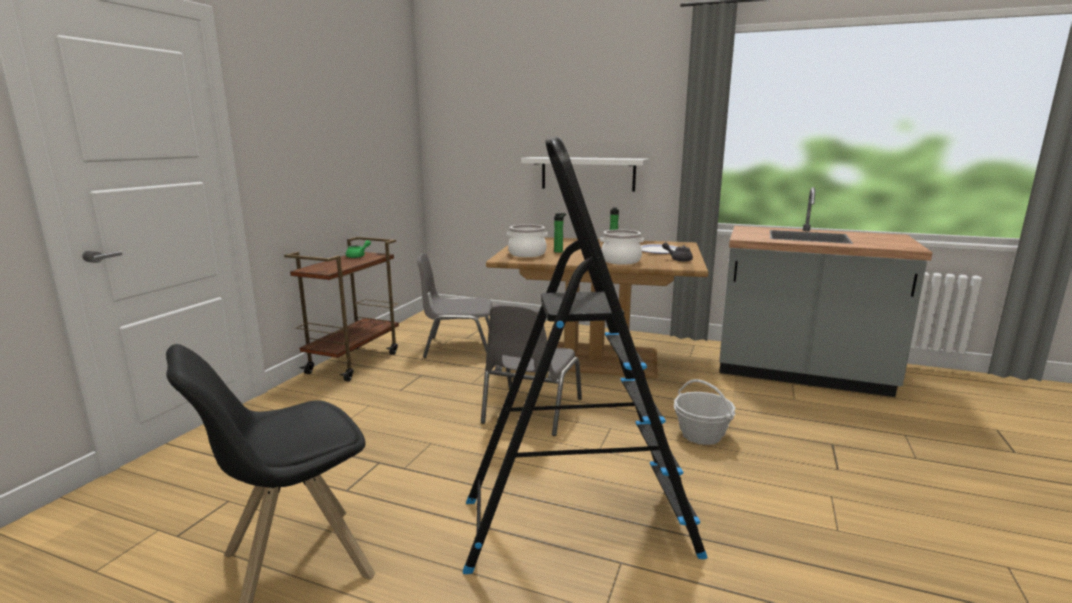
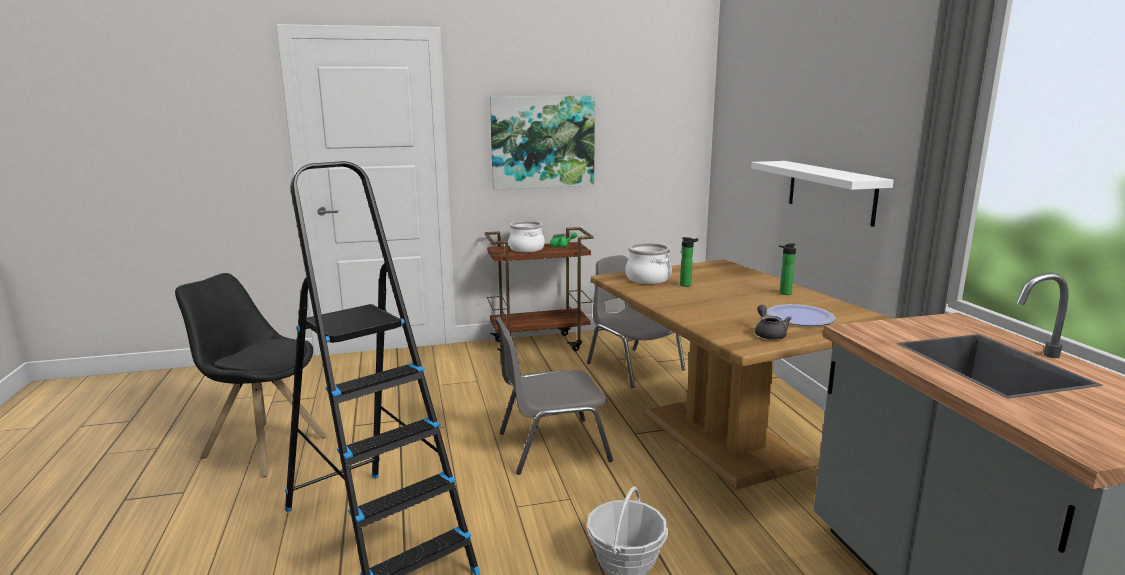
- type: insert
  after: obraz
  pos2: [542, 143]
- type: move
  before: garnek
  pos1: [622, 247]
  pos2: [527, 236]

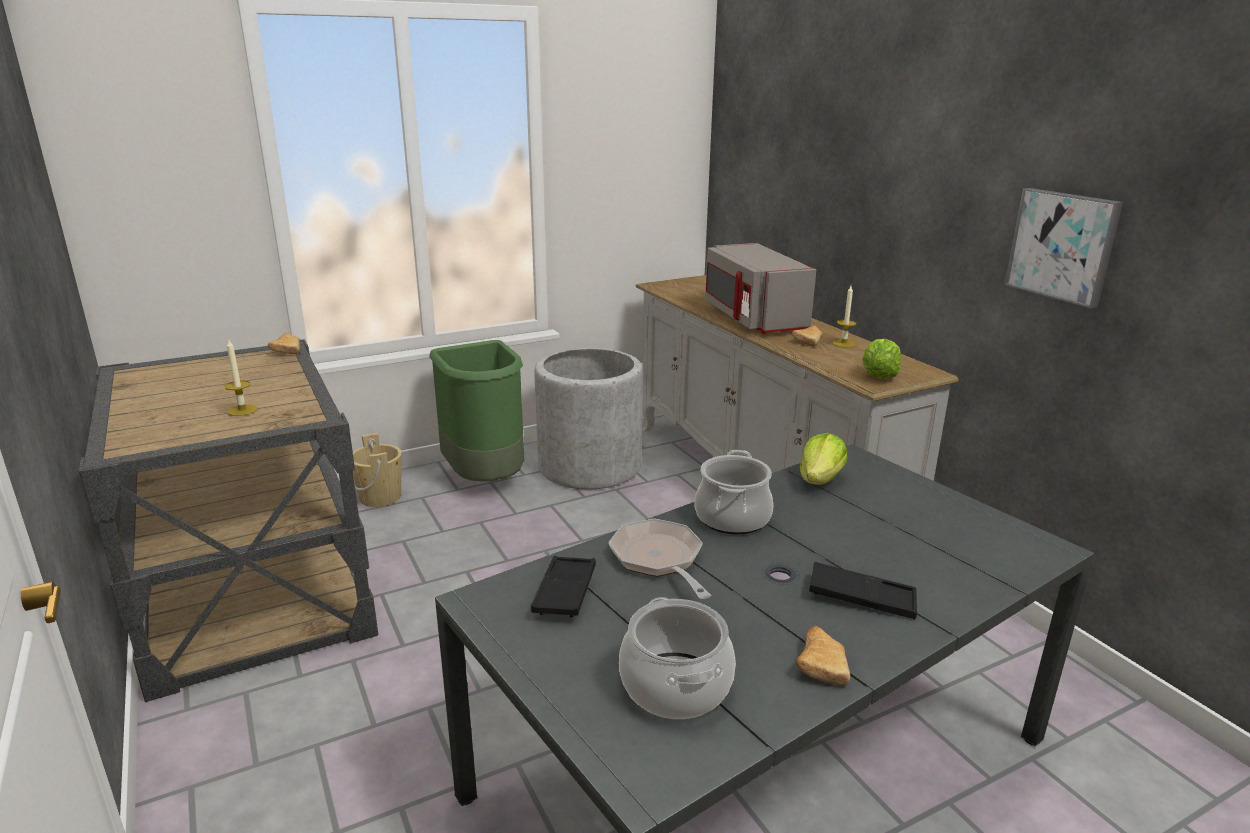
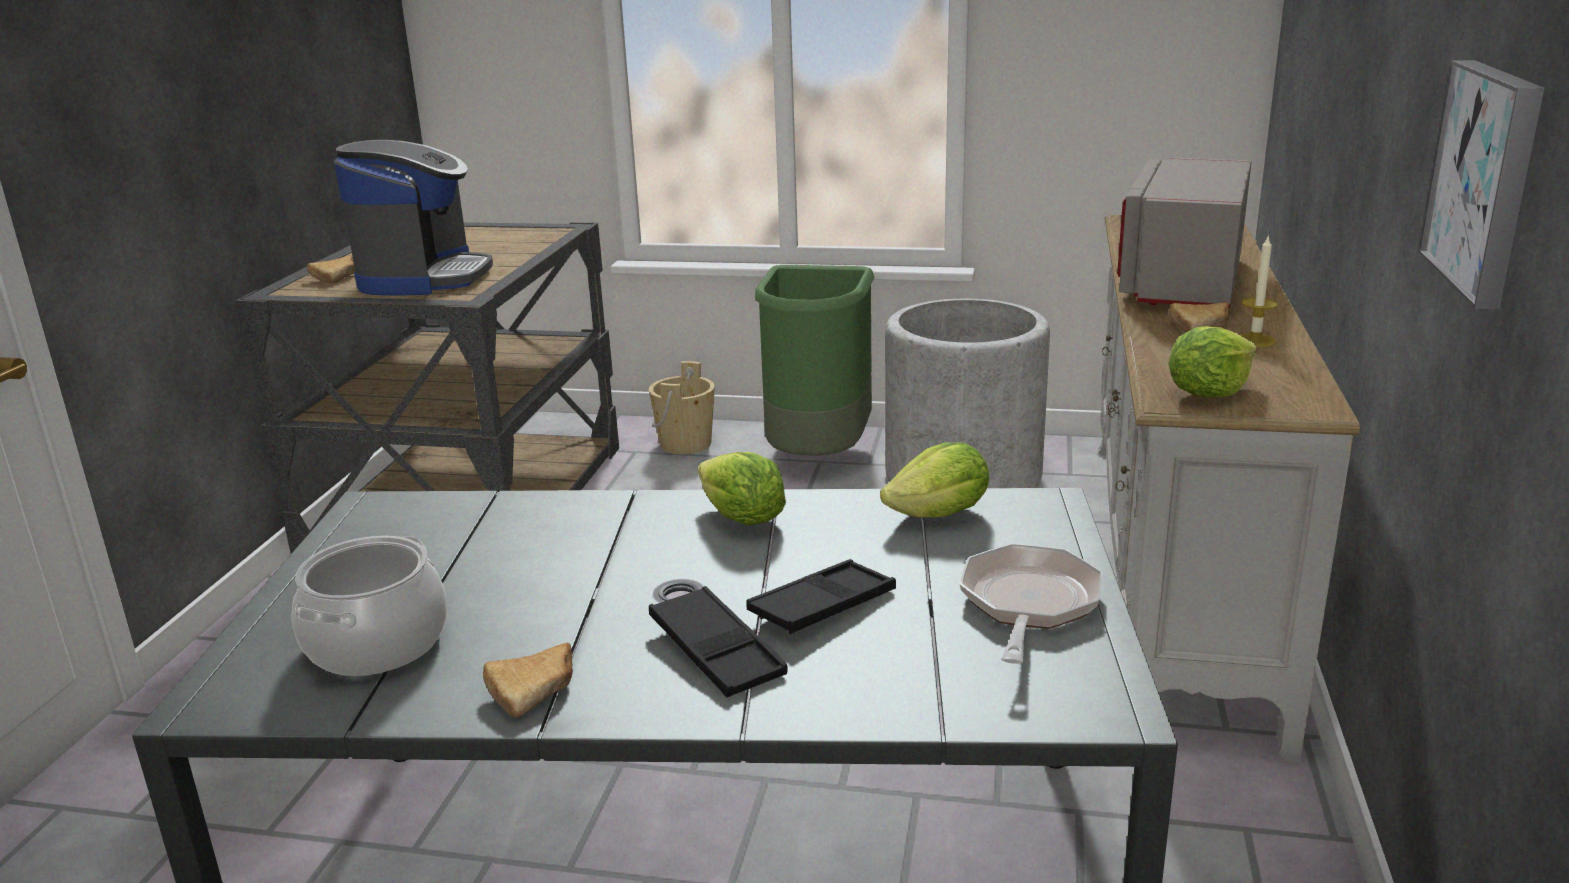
- type: move
  before: chleb
  pos1: [284, 343]
  pos2: [331, 269]
- type: replace
  before: świeca
  after: ekspres do kawy
  pos1: [241, 377]
  pos2: [413, 218]
- type: replace
  before: garnek
  after: sałata
  pos1: [734, 492]
  pos2: [742, 489]
- type: move
  before: taca [czarny]
  pos1: [563, 587]
  pos2: [821, 596]
- type: move
  before: patelnia
  pos1: [659, 559]
  pos2: [1031, 604]

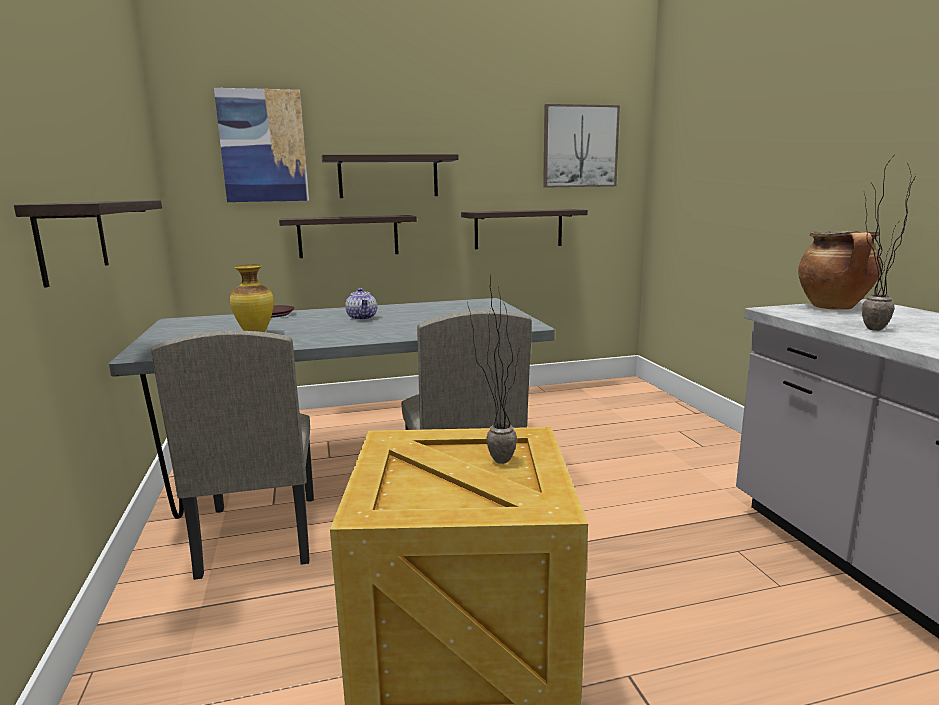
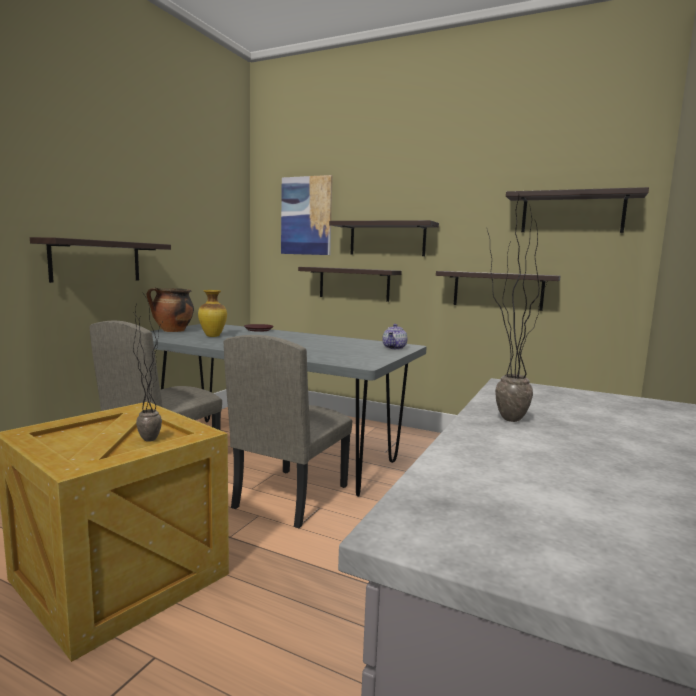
- type: move
  before: garnek
  pos1: [839, 270]
  pos2: [170, 310]
- type: move
  before: imbryk
  pos1: [361, 304]
  pos2: [395, 336]
- type: replace
  before: obraz
  after: półka
  pos1: [581, 146]
  pos2: [577, 210]

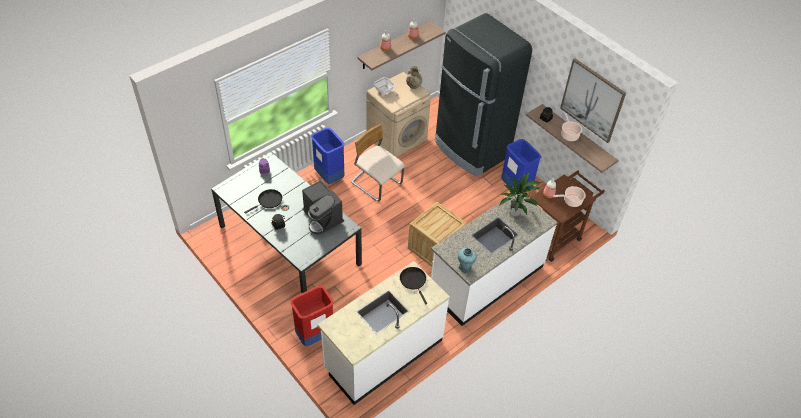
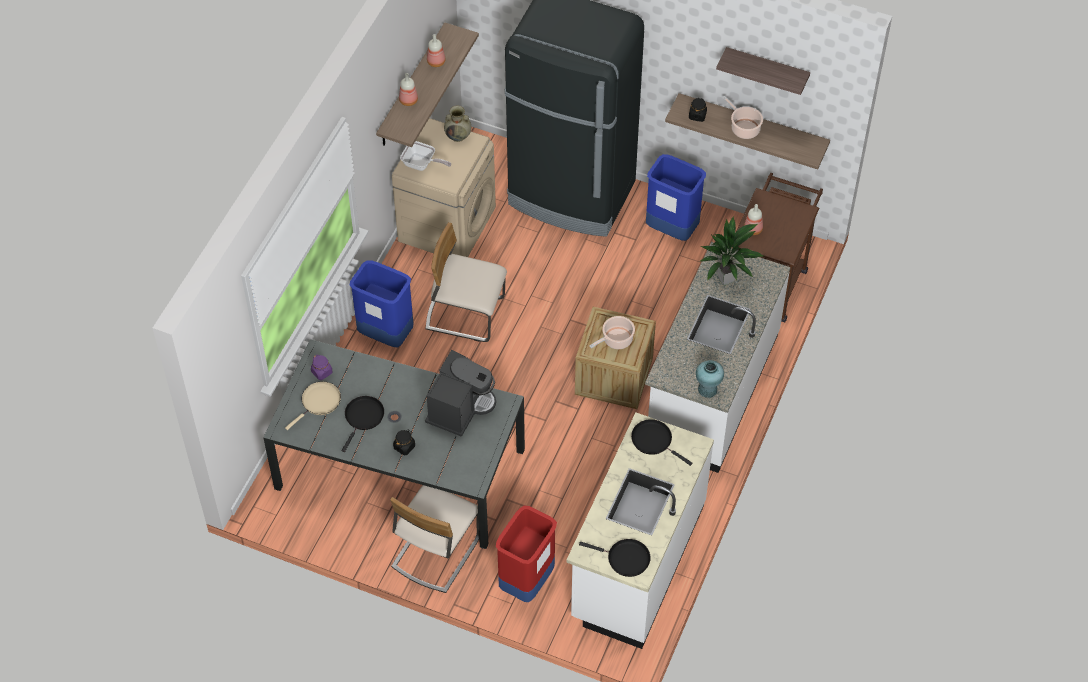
- type: insert
  after: patelnia [beżowy]
  pos2: [313, 405]
- type: insert
  after: krzesło [beżowy]
  pos2: [434, 539]
- type: rotate
  before: ekspres do kawy
  pos1: [323, 207]
  pos2: [460, 393]
  turn: -90
- type: insert
  after: patelnia [czarny]
  pos2: [615, 558]
- type: move
  before: garnek
  pos1: [569, 196]
  pos2: [612, 332]
- type: replace
  before: obraz
  after: półka
  pos1: [593, 100]
  pos2: [763, 71]

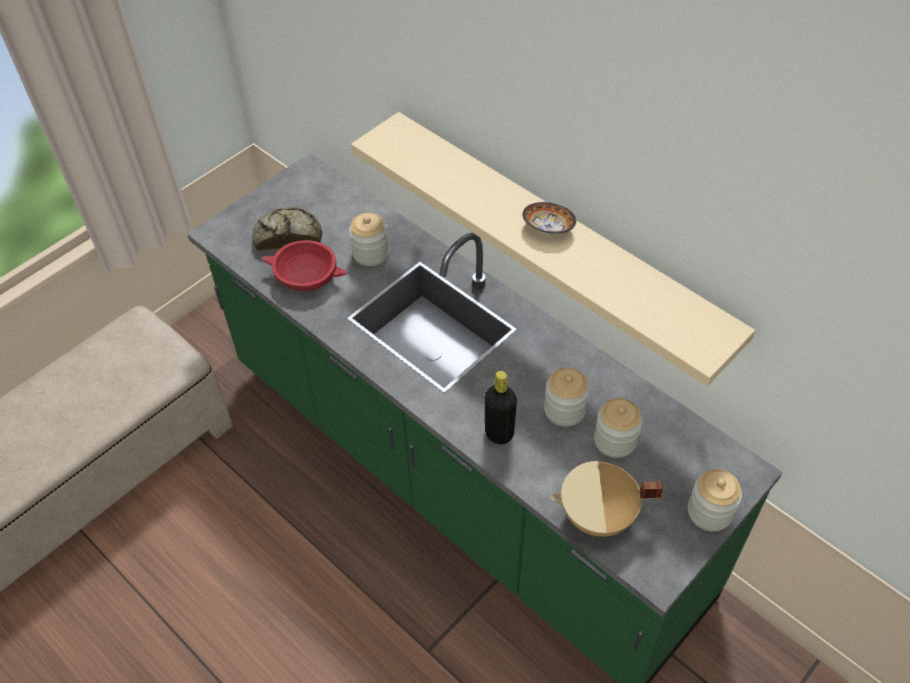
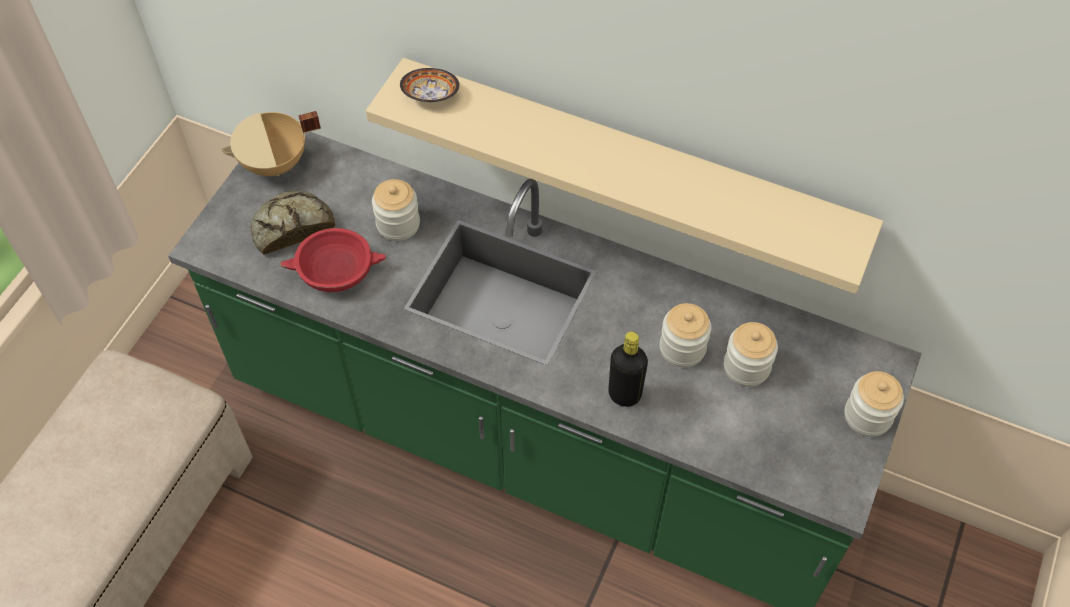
- type: move
  before: garnek [beżowy]
  pos1: [606, 499]
  pos2: [271, 143]
- type: move
  before: miska
  pos1: [549, 218]
  pos2: [429, 85]

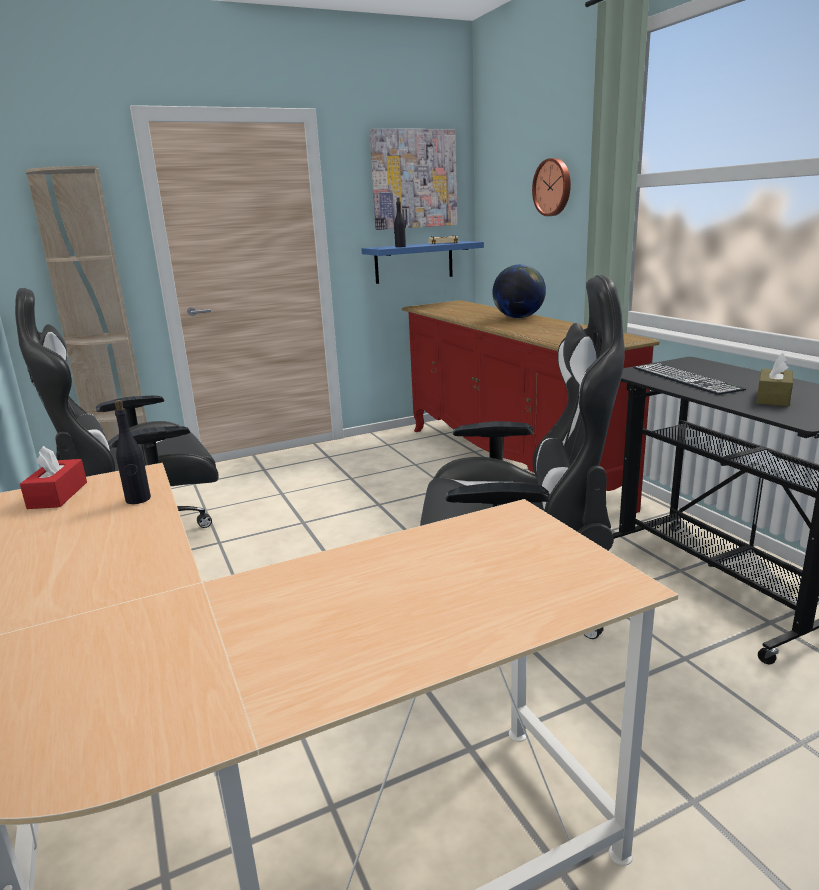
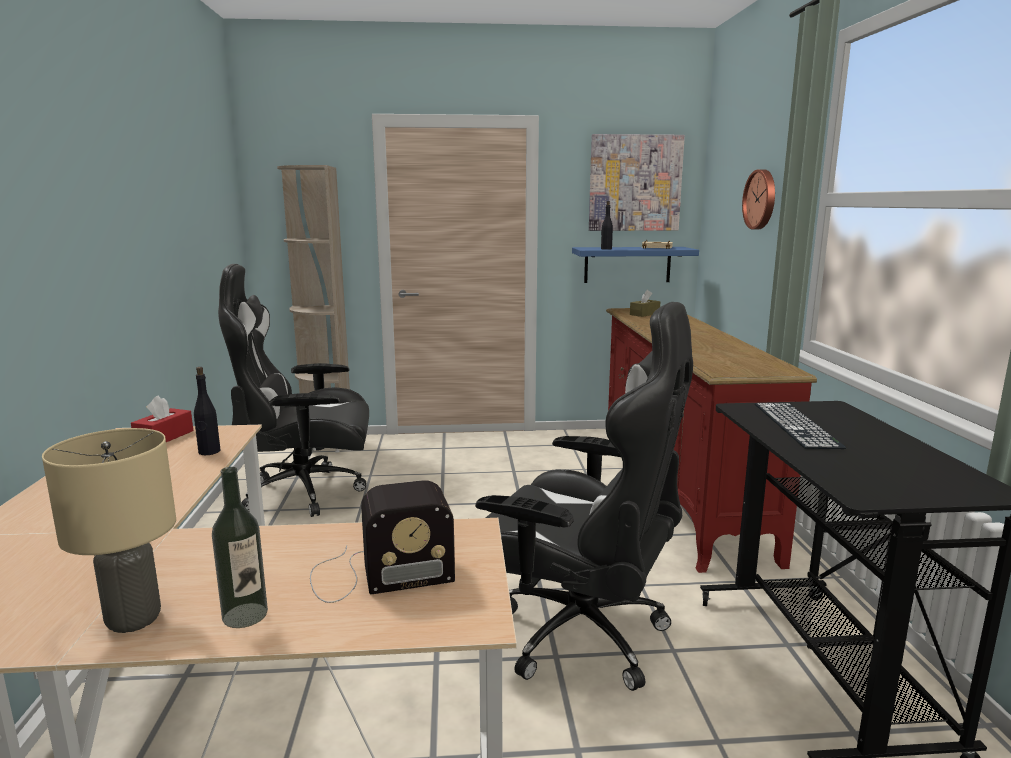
- type: insert
  after: lampa stołowa [beżowy]
  pos2: [109, 530]
- type: insert
  after: butelka
  pos2: [240, 547]
- type: insert
  after: radio
  pos2: [382, 541]
- type: move
  before: pudełko chusteczek [brązowy]
  pos1: [774, 379]
  pos2: [645, 303]
- type: delete
  before: globus
  pos1: [519, 291]

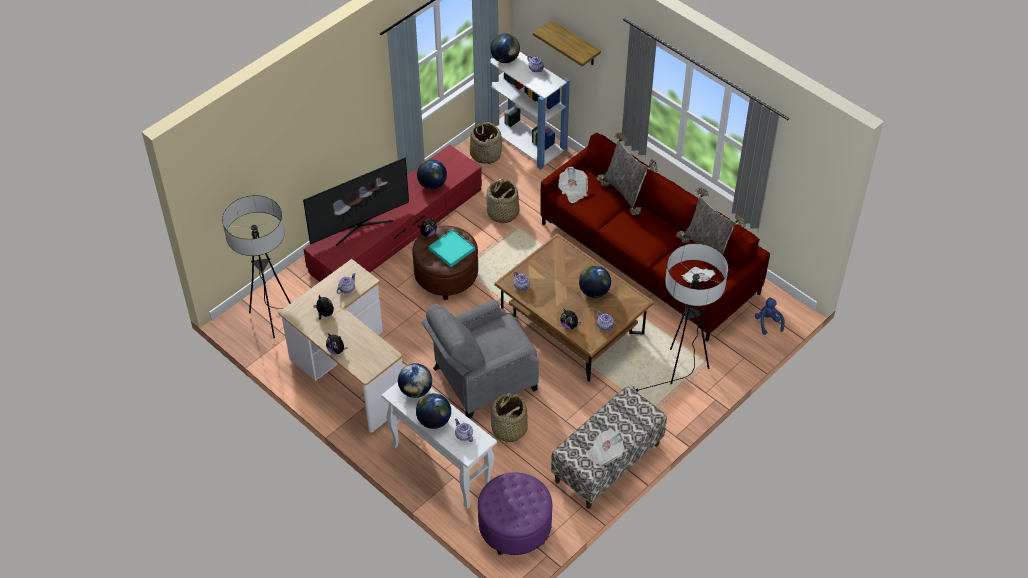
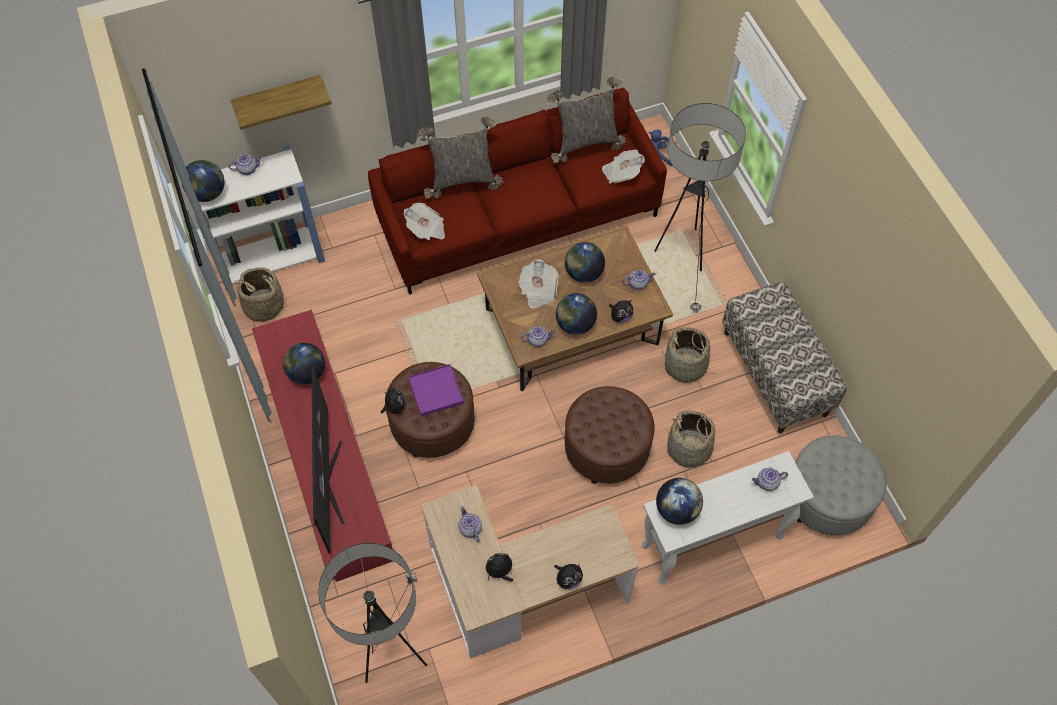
- type: recolor
  before: taca [turkusowy]
  after: taca [fioletowy]
  pos1: [452, 248]
  pos2: [436, 390]
- type: move
  before: gazeta
  pos1: [605, 448]
  pos2: [538, 284]
- type: move
  before: globus
  pos1: [433, 411]
  pos2: [576, 314]
- type: replace
  before: fotel [szary]
  after: pufa [brązowy]
  pos1: [480, 359]
  pos2: [609, 435]
- type: move
  before: koszyk
  pos1: [502, 201]
  pos2: [688, 355]
- type: recolor
  before: pufa [fioletowy]
  after: pufa [szary]
  pos1: [515, 514]
  pos2: [841, 485]

